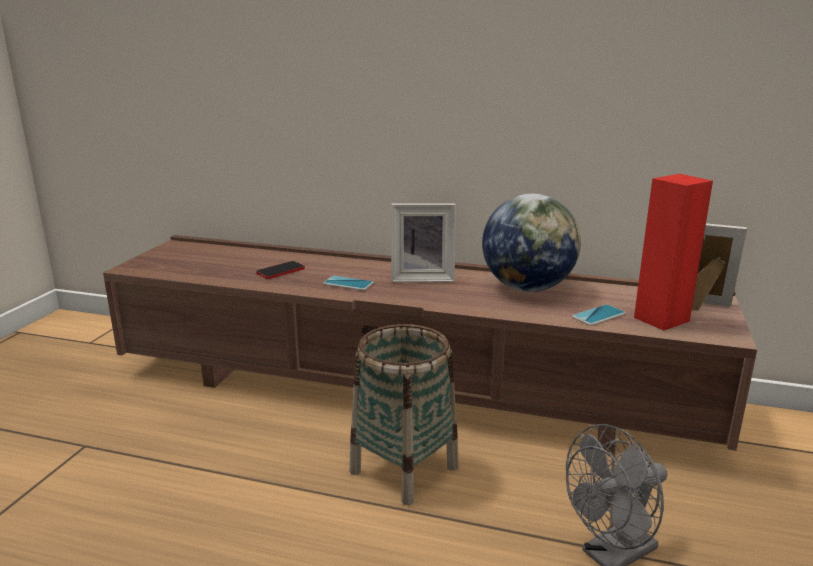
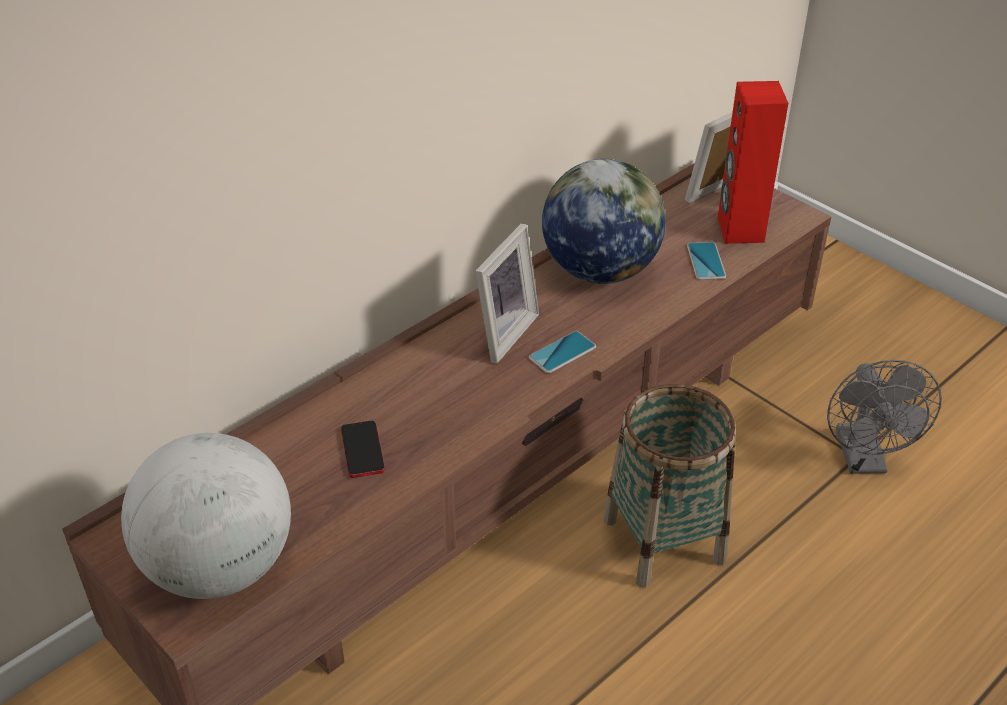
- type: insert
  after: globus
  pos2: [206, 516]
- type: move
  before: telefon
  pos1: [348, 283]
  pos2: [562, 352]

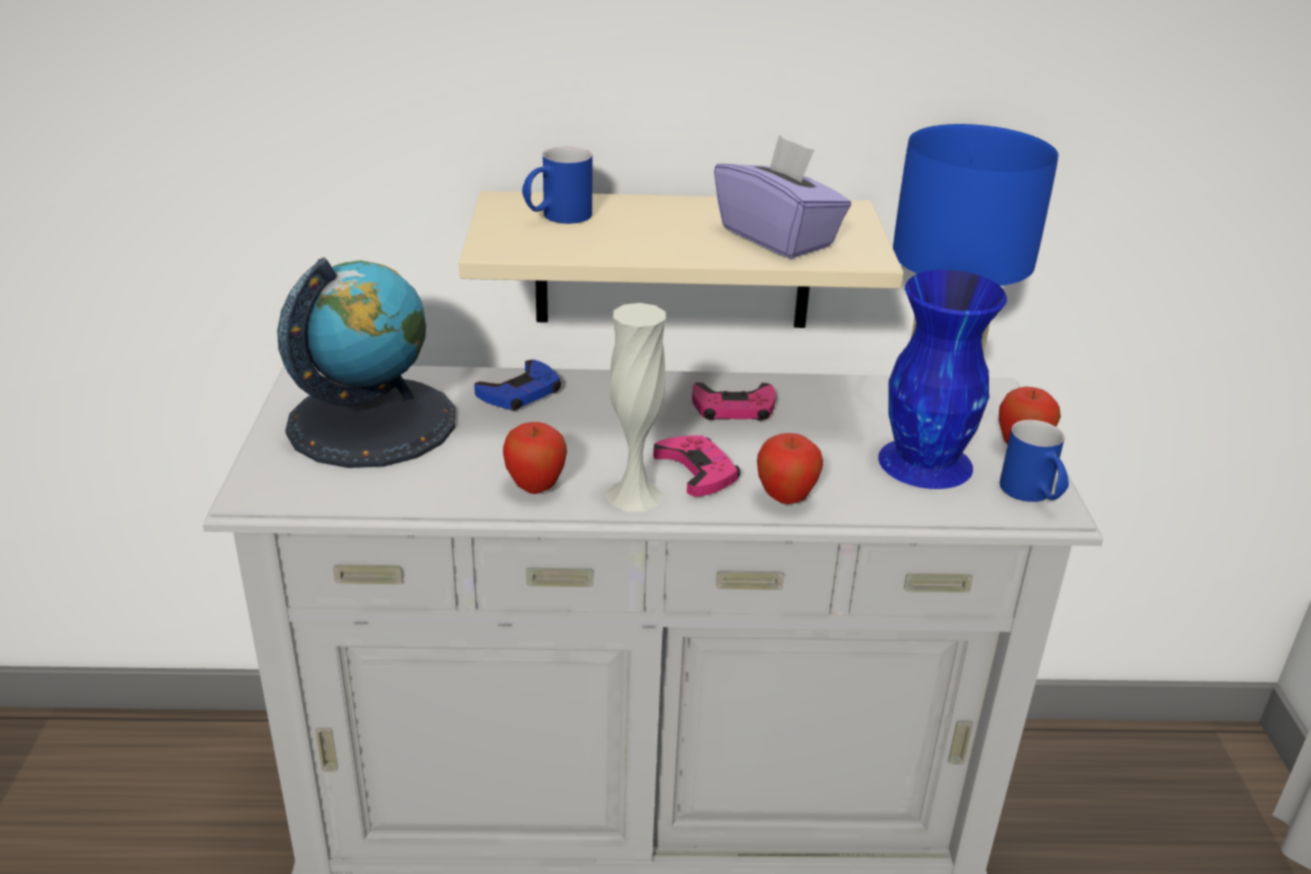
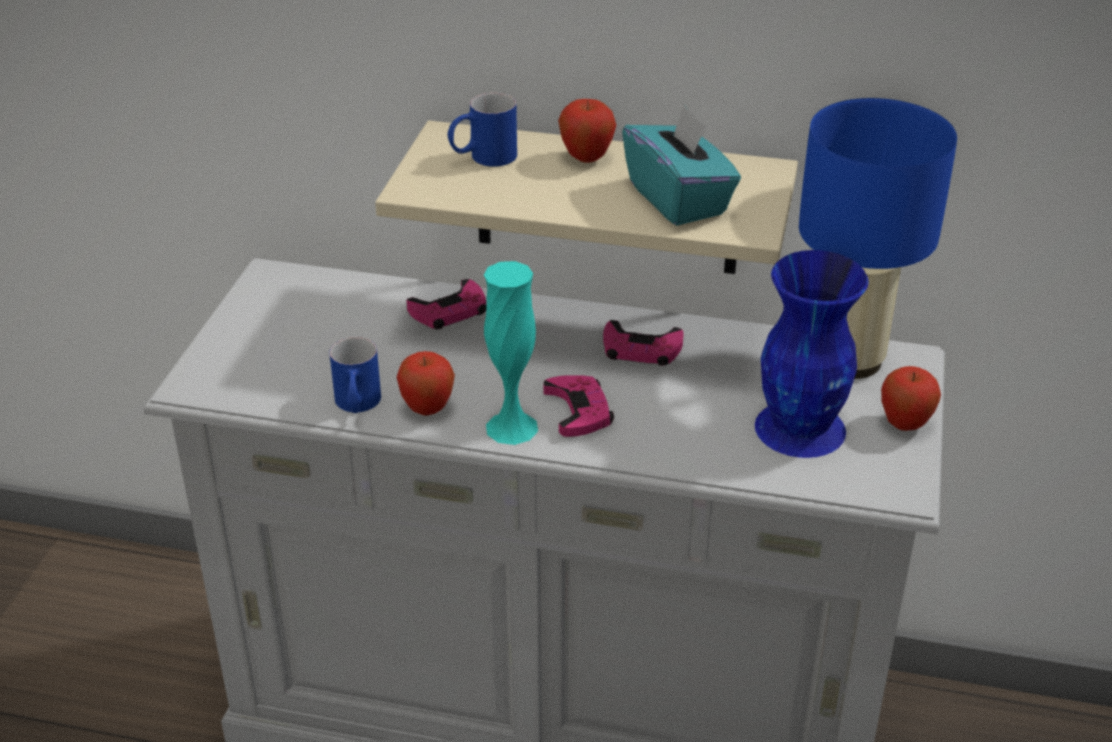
- type: move
  before: kubek [niebieski]
  pos1: [1034, 461]
  pos2: [355, 375]
- type: recolor
  before: pad do gier [niebieski]
  after: pad do gier [różowy]
  pos1: [517, 385]
  pos2: [446, 304]
- type: recolor
  before: wazon [biały]
  after: wazon [turkusowy]
  pos1: [635, 407]
  pos2: [511, 353]
- type: move
  before: jabłko
  pos1: [790, 468]
  pos2: [587, 131]
- type: recolor
  before: pudełko chusteczek [fioletowy]
  after: pudełko chusteczek [turkusowy]
  pos1: [782, 197]
  pos2: [681, 165]
- type: delete
  before: globus
  pos1: [366, 362]

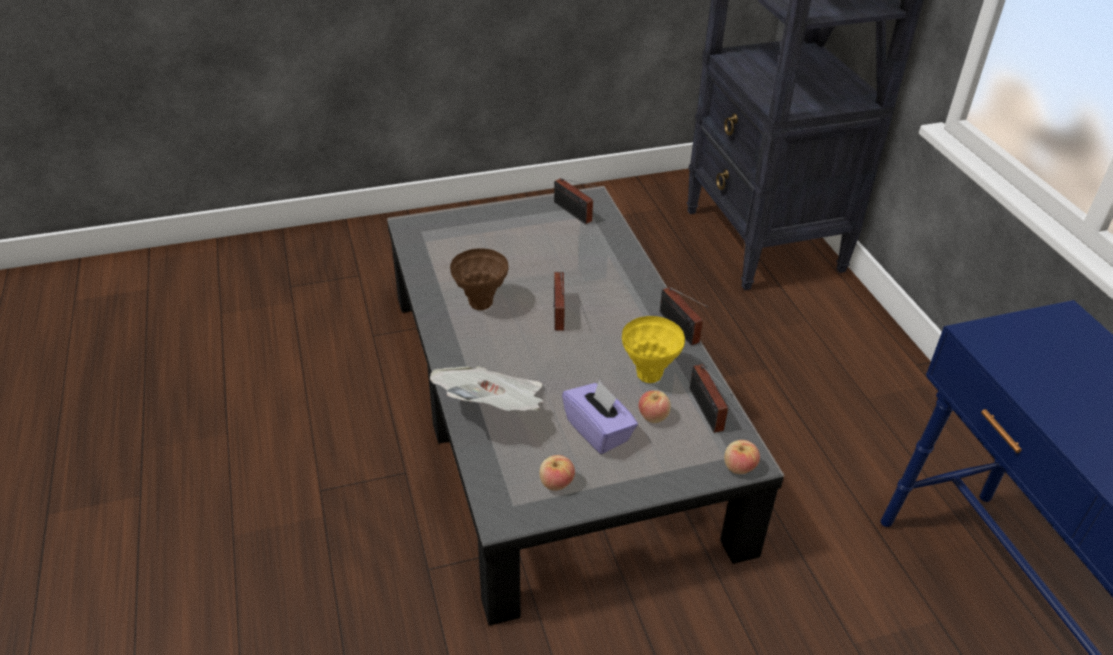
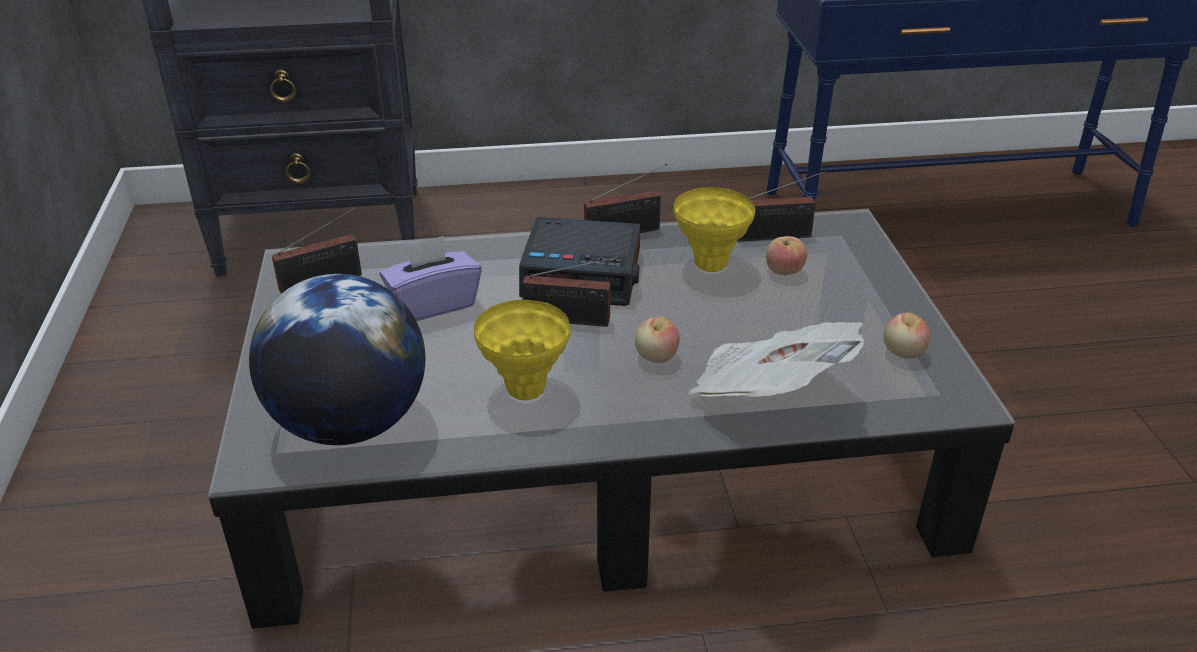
- type: insert
  after: globus
  pos2: [337, 359]
- type: move
  before: pudełko chusteczek [fioletowy]
  pos1: [600, 417]
  pos2: [431, 278]
- type: recolor
  before: wazon [brązowy]
  after: wazon [żółty]
  pos1: [479, 279]
  pos2: [522, 350]
- type: insert
  after: budzik
  pos2: [580, 261]
- type: move
  before: jabłko
  pos1: [742, 457]
  pos2: [657, 339]

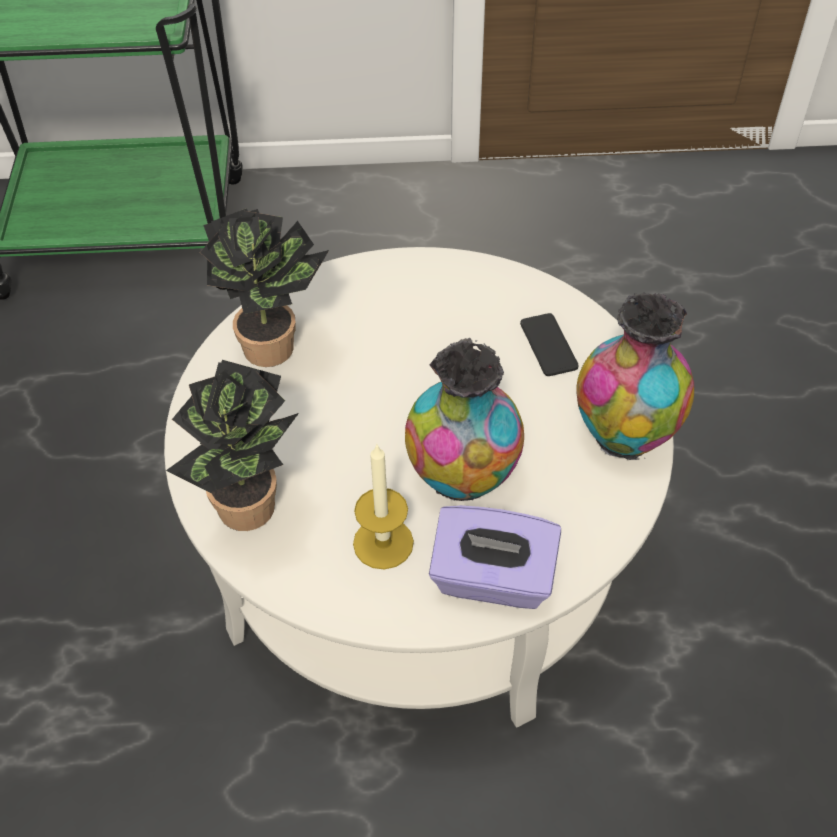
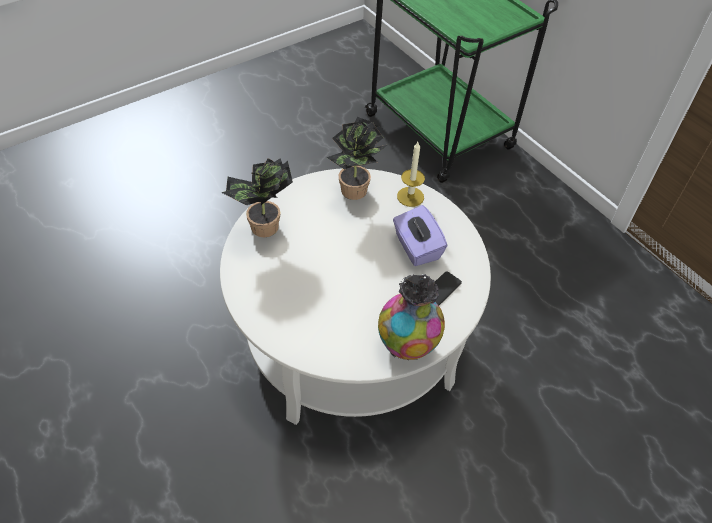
- type: move
  before: pudełko chusteczek [fioletowy]
  pos1: [495, 557]
  pos2: [420, 235]
- type: move
  before: świeca
  pos1: [383, 507]
  pos2: [411, 174]
- type: delete
  before: wazon
  pos1: [464, 419]

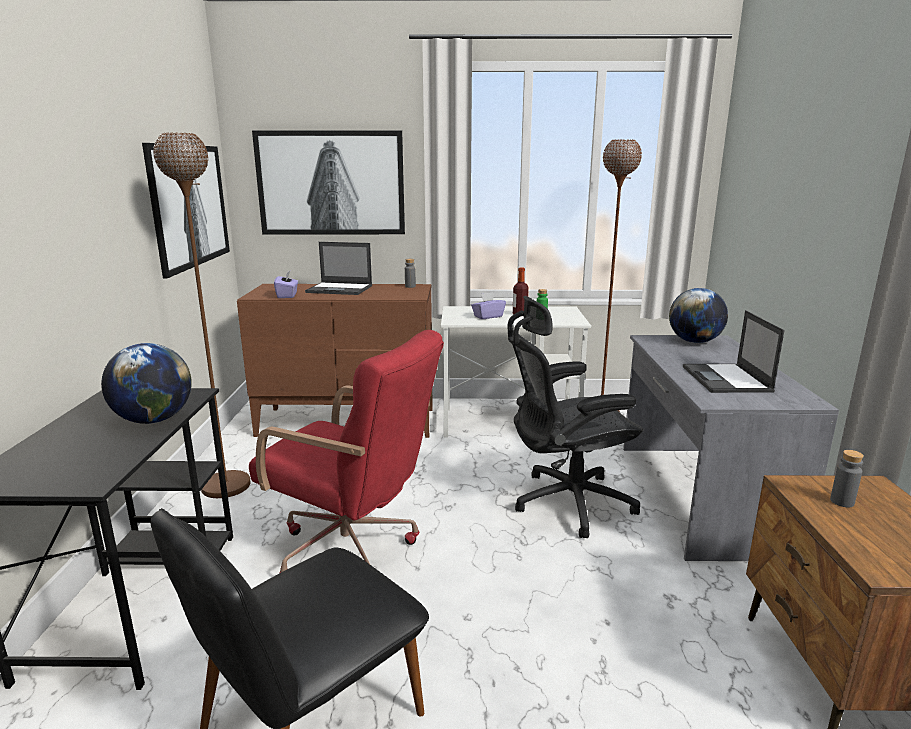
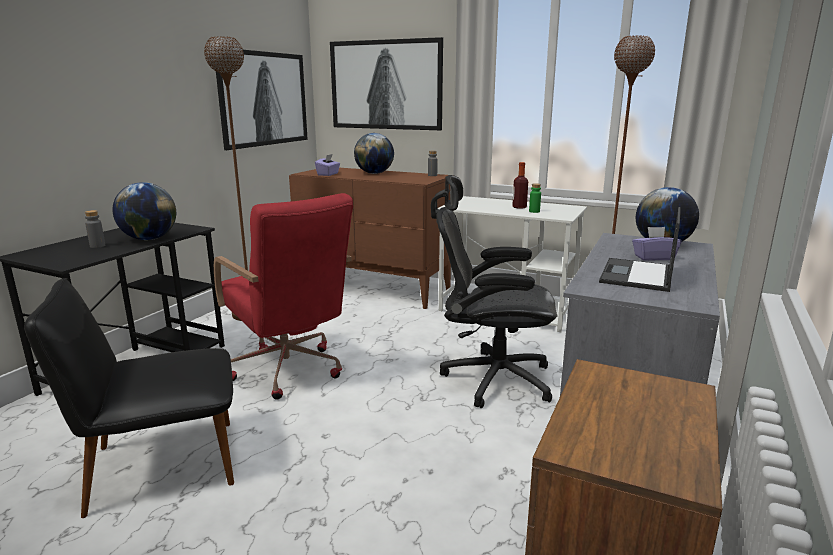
- type: move
  before: butelka [szary]
  pos1: [847, 478]
  pos2: [95, 229]
- type: replace
  before: laptop
  after: globus
  pos1: [338, 268]
  pos2: [374, 153]
- type: move
  before: pudełko chusteczek [fioletowy]
  pos1: [488, 305]
  pos2: [656, 244]

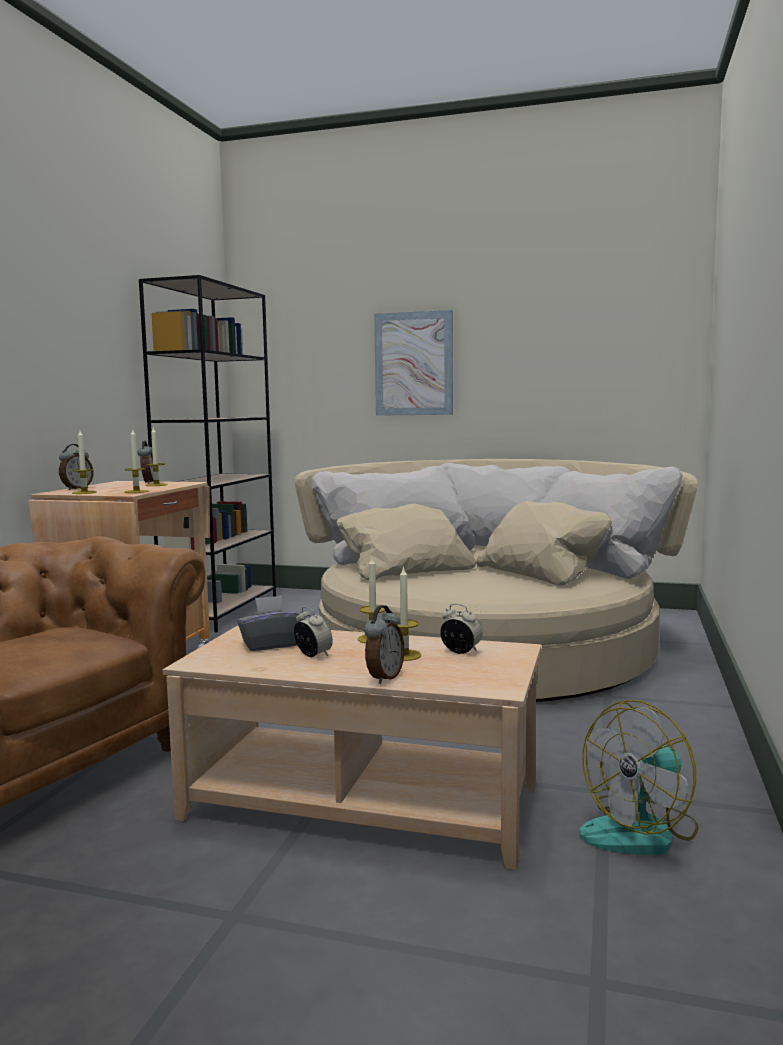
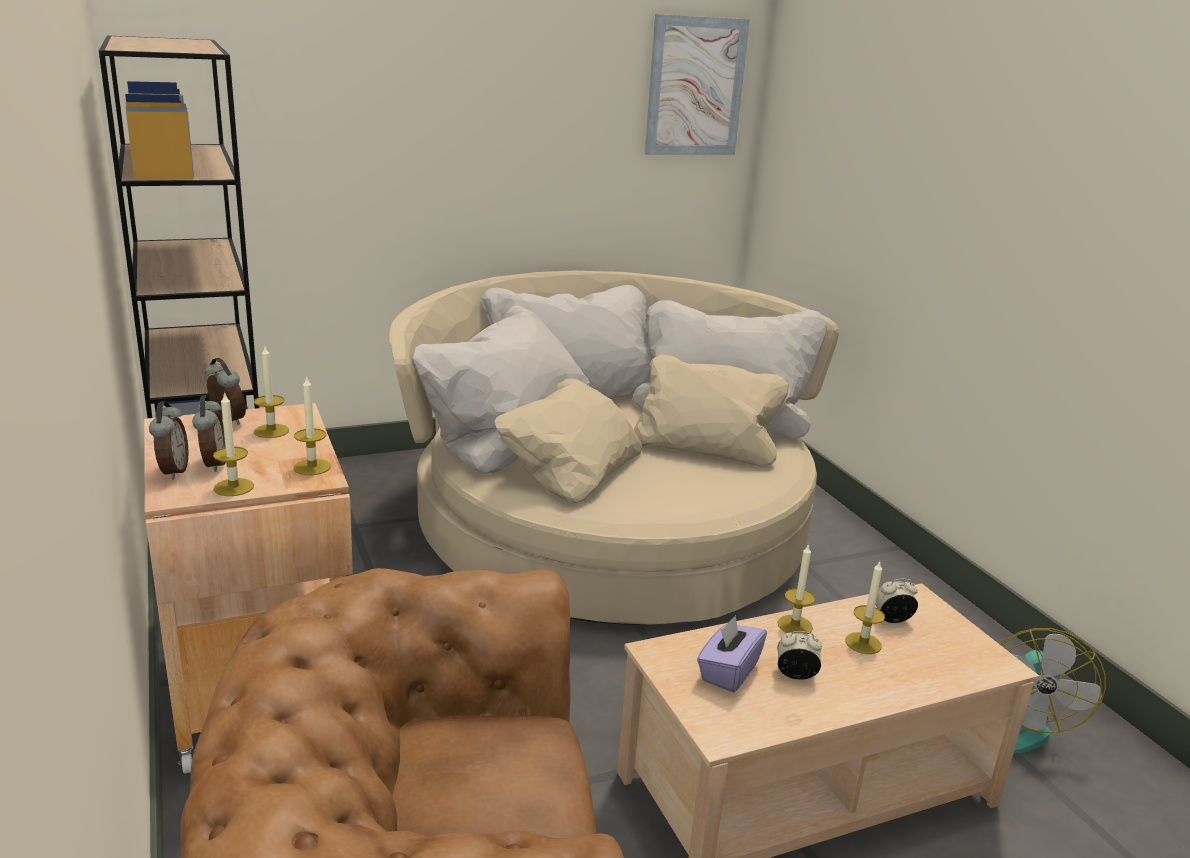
- type: move
  before: budzik
  pos1: [384, 644]
  pos2: [209, 433]
- type: move
  before: obraz
  pos1: [413, 363]
  pos2: [697, 84]
- type: recolor
  before: pudełko chusteczek [szary]
  after: pudełko chusteczek [fioletowy]
  pos1: [271, 623]
  pos2: [732, 654]

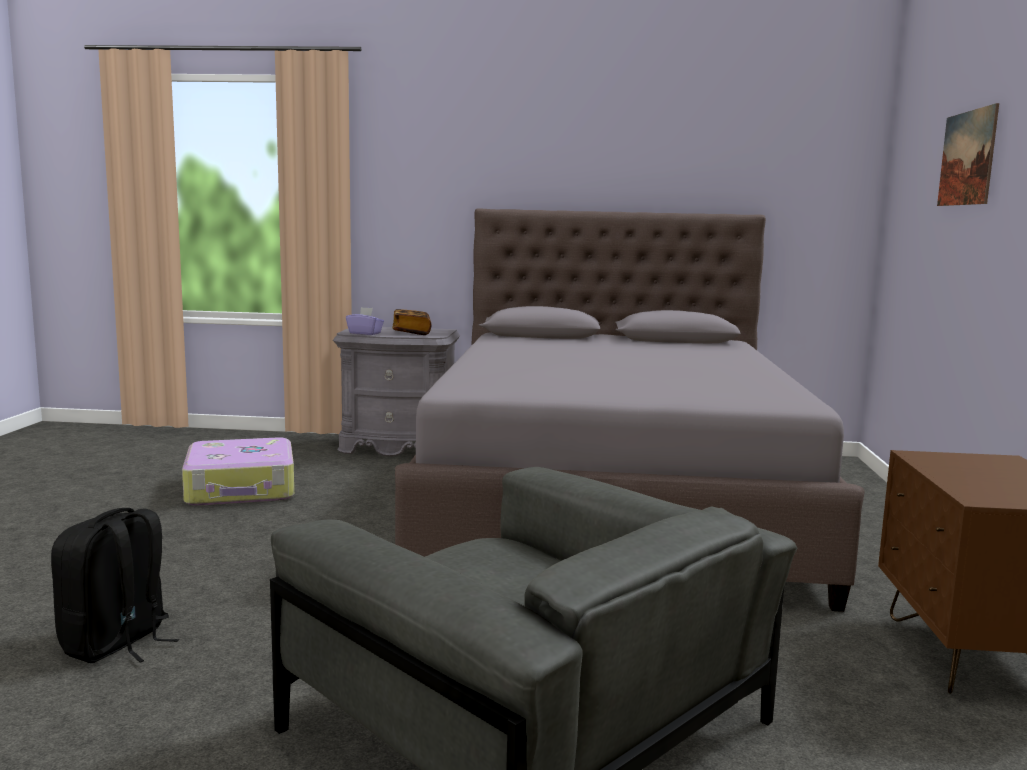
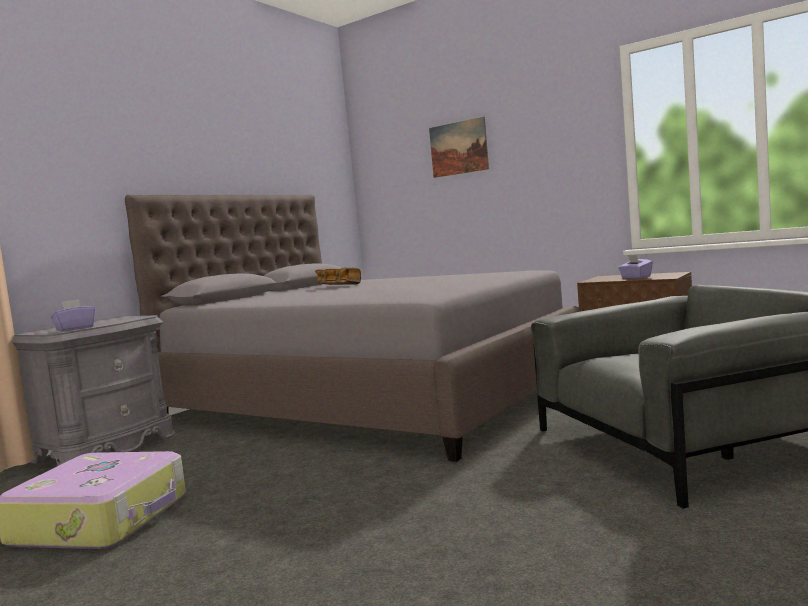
- type: move
  before: książka
  pos1: [411, 322]
  pos2: [338, 276]
- type: insert
  after: pudełko chusteczek [fioletowy]
  pos2: [635, 267]
- type: delete
  before: plecak [czarny]
  pos1: [115, 585]

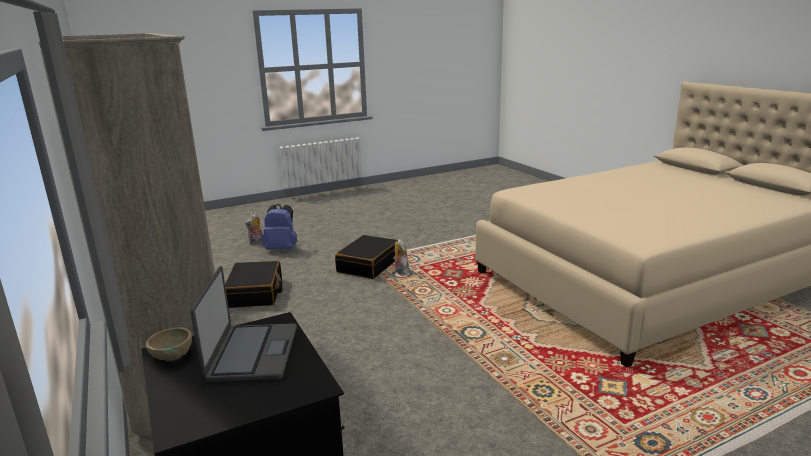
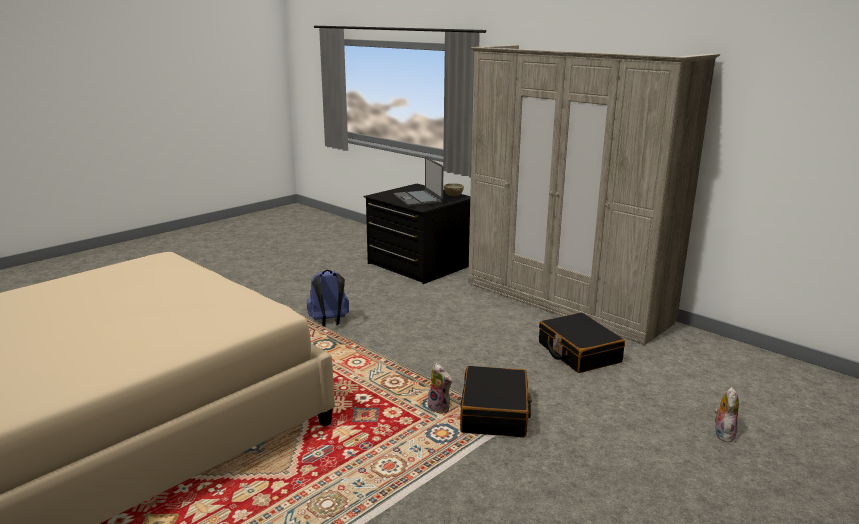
- type: move
  before: plecak [niebieski]
  pos1: [279, 226]
  pos2: [328, 298]

